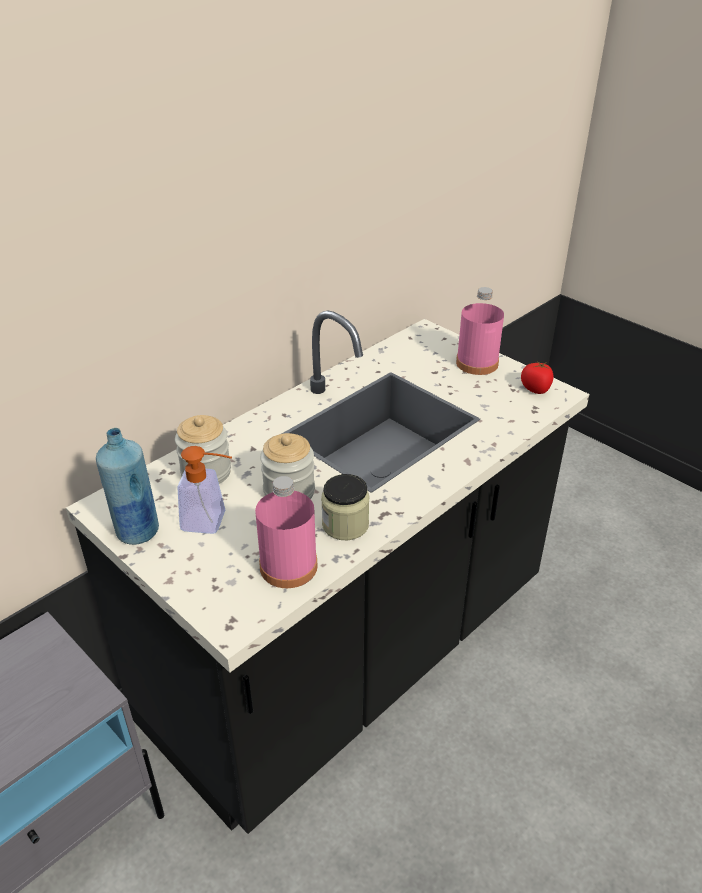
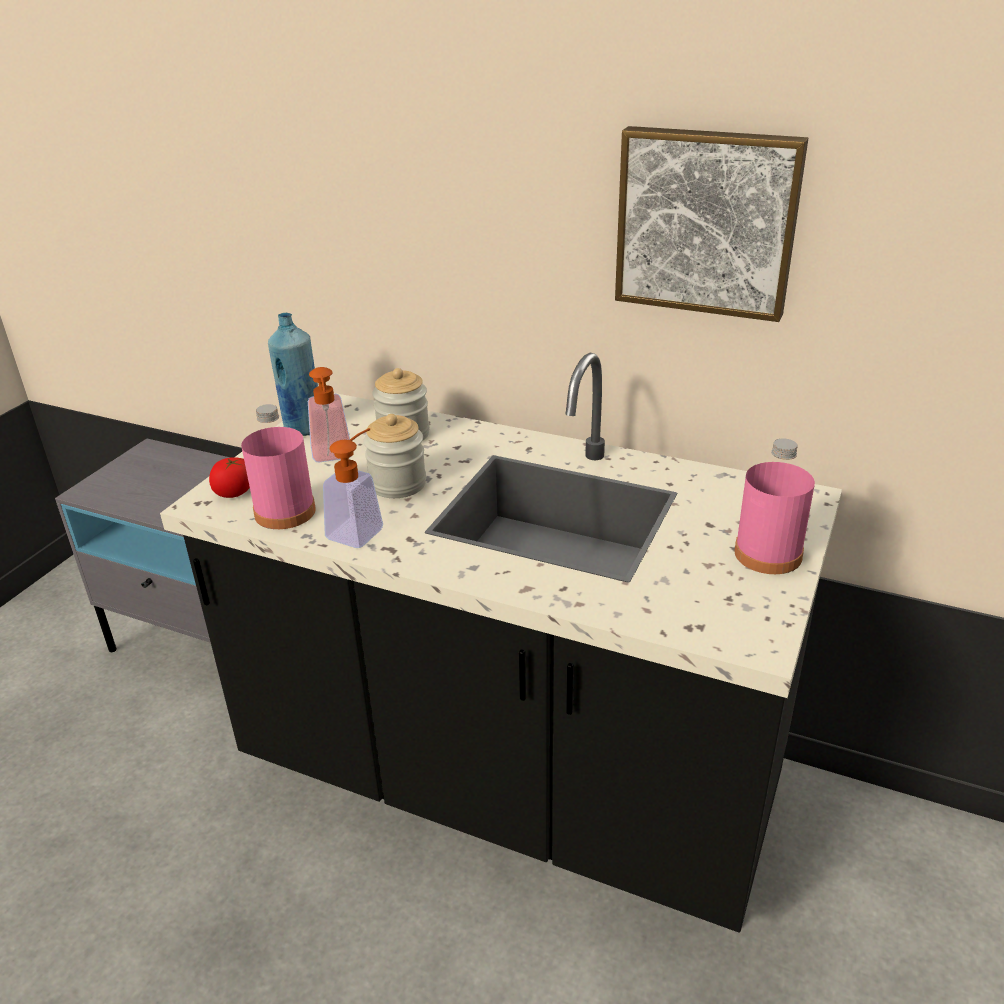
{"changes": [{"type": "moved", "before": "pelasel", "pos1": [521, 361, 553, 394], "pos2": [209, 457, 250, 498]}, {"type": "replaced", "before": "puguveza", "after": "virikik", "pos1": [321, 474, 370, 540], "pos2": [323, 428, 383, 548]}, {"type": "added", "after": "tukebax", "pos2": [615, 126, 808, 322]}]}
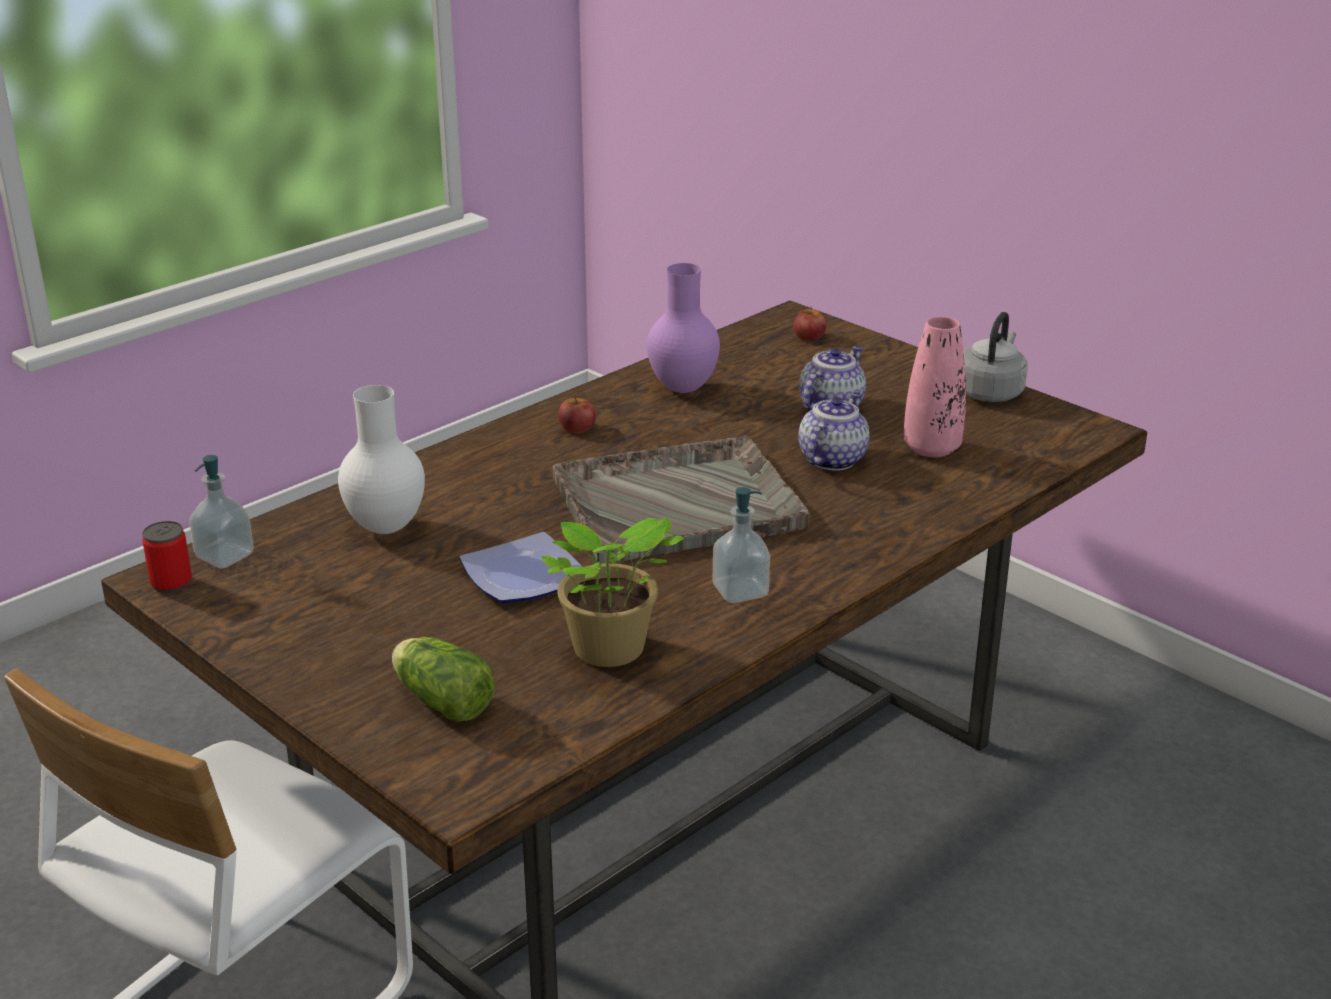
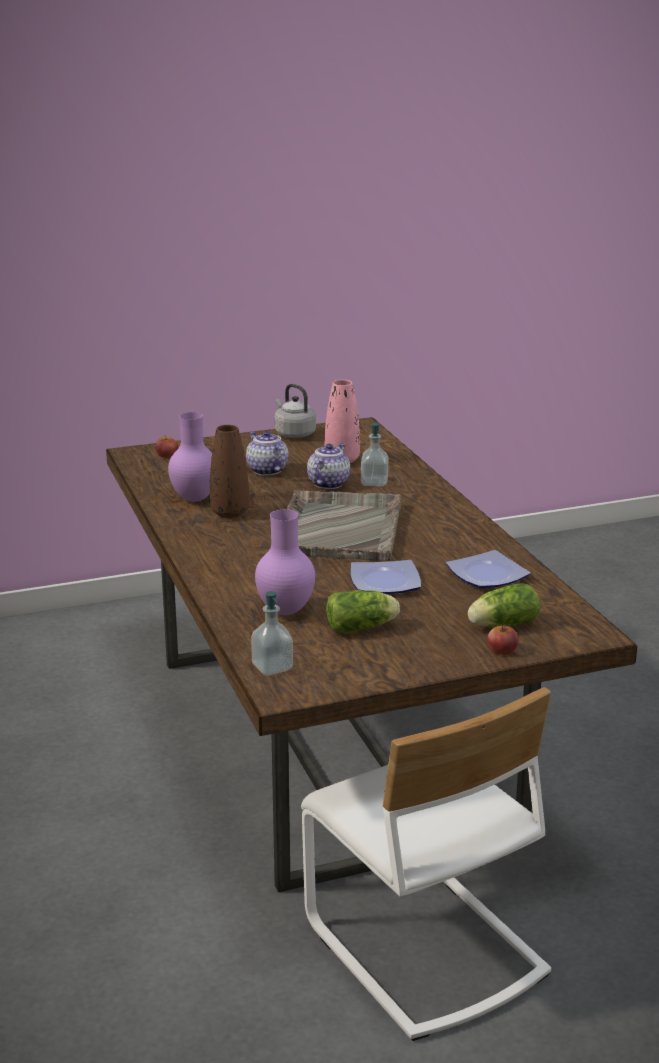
{"changes": [{"type": "added", "after": "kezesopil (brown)", "pos2": [210, 425, 249, 518]}, {"type": "recoloured", "before": "kezesopil (white)", "after": "kezesopil (purple)", "pos1": [338, 385, 425, 534], "pos2": [255, 509, 315, 615]}, {"type": "turned", "before": "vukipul", "pos1": [799, 392, 869, 471], "pos2": [307, 443, 350, 489], "turn": 60}, {"type": "added", "after": "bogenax", "pos2": [326, 590, 400, 633]}, {"type": "moved", "before": "virikik", "pos1": [713, 487, 770, 603], "pos2": [361, 423, 388, 487]}, {"type": "replaced", "before": "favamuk", "after": "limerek", "pos1": [541, 517, 684, 667], "pos2": [446, 550, 531, 588]}, {"type": "moved", "before": "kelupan", "pos1": [558, 395, 596, 433], "pos2": [487, 625, 519, 655]}, {"type": "removed", "before": "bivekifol", "pos1": [142, 521, 192, 593]}]}
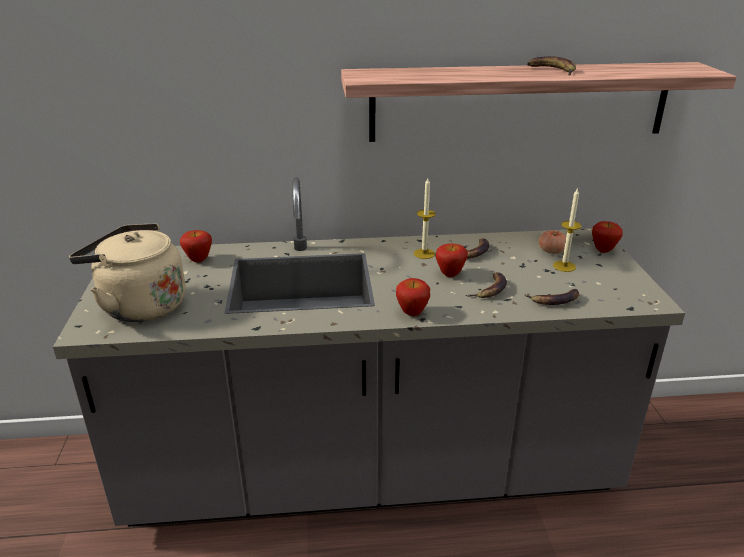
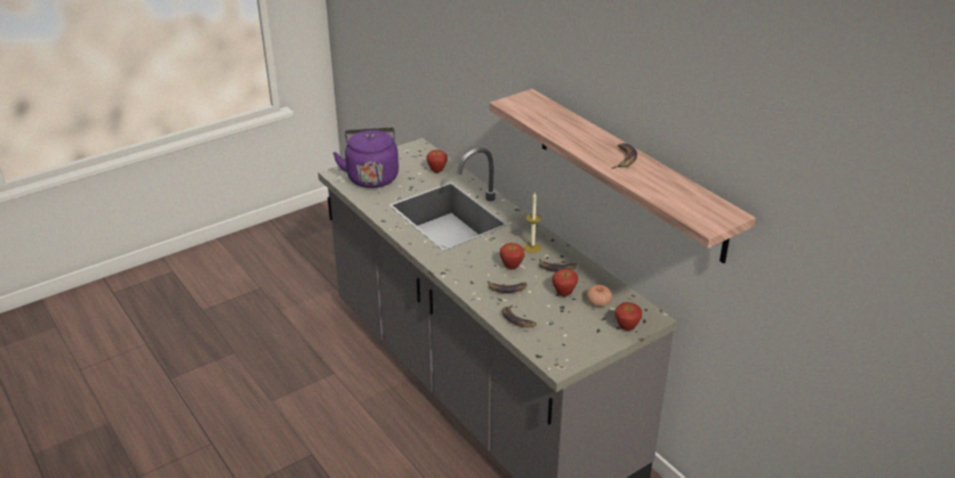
{"changes": [{"type": "recoloured", "before": "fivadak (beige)", "after": "fivadak (purple)", "pos1": [69, 223, 186, 322], "pos2": [333, 127, 399, 188]}, {"type": "moved", "before": "kelupan", "pos1": [396, 278, 430, 316], "pos2": [552, 269, 578, 297]}, {"type": "removed", "before": "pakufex", "pos1": [553, 187, 582, 272]}]}
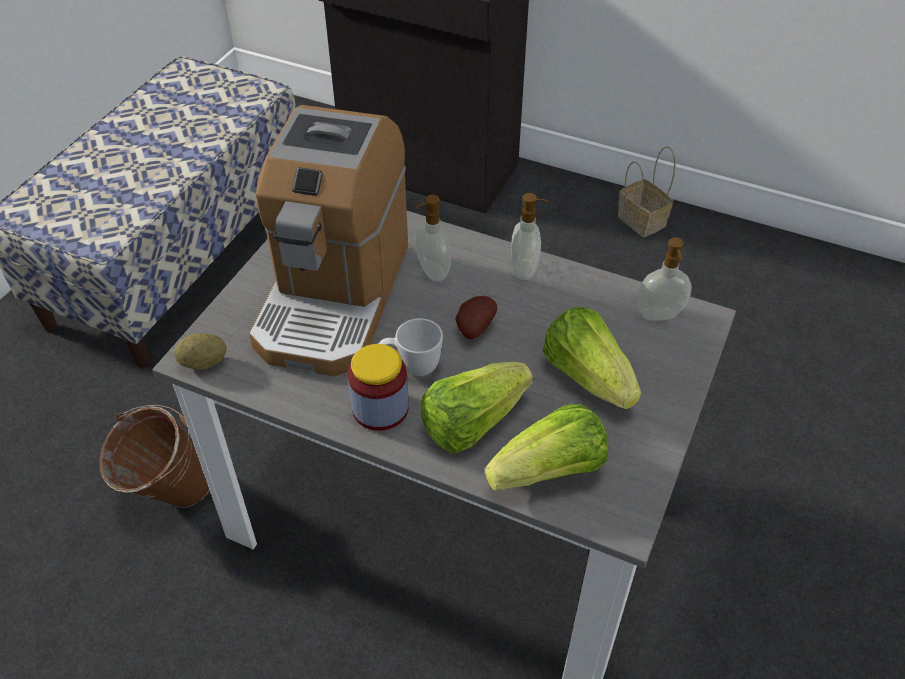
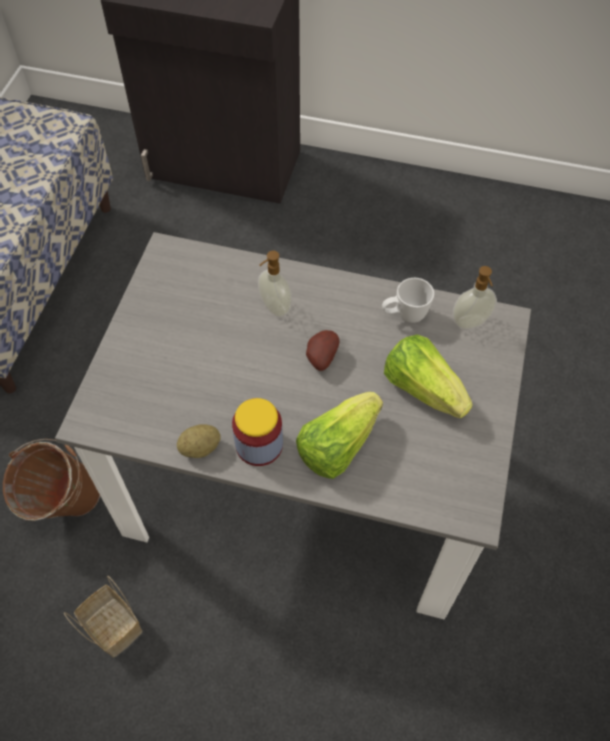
{"changes": [{"type": "moved", "before": "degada", "pos1": [618, 146, 676, 237], "pos2": [64, 575, 142, 658]}, {"type": "moved", "before": "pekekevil", "pos1": [174, 333, 227, 370], "pos2": [177, 425, 221, 458]}, {"type": "moved", "before": "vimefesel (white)", "pos1": [379, 318, 443, 376], "pos2": [382, 278, 434, 323]}, {"type": "removed", "before": "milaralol", "pos1": [249, 105, 408, 376]}, {"type": "removed", "before": "bogenax", "pos1": [485, 404, 608, 491]}, {"type": "removed", "before": "virikik", "pos1": [511, 193, 549, 280]}]}
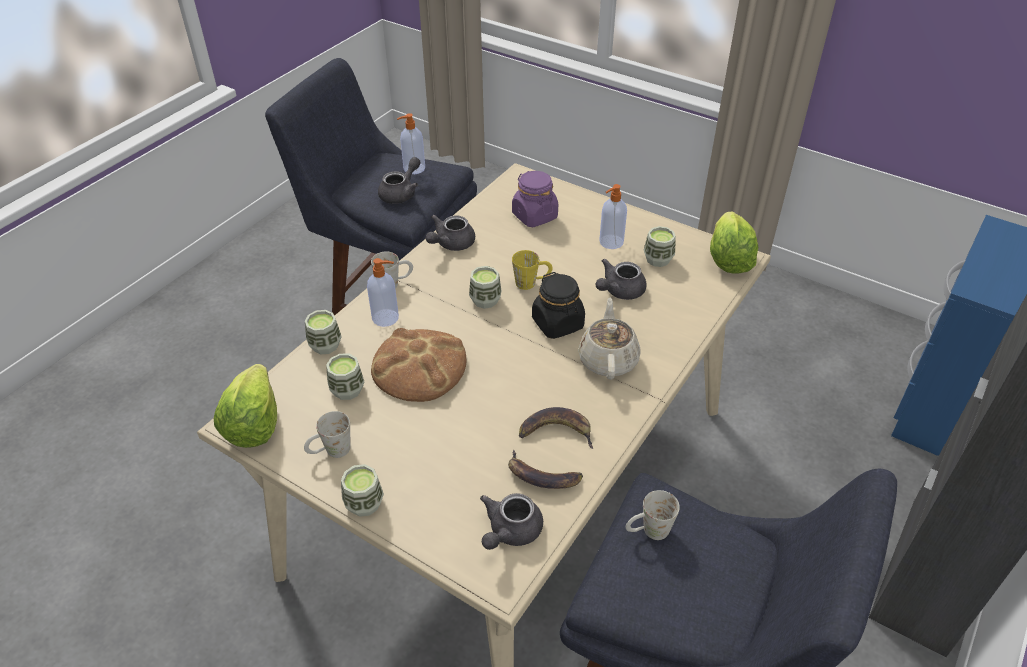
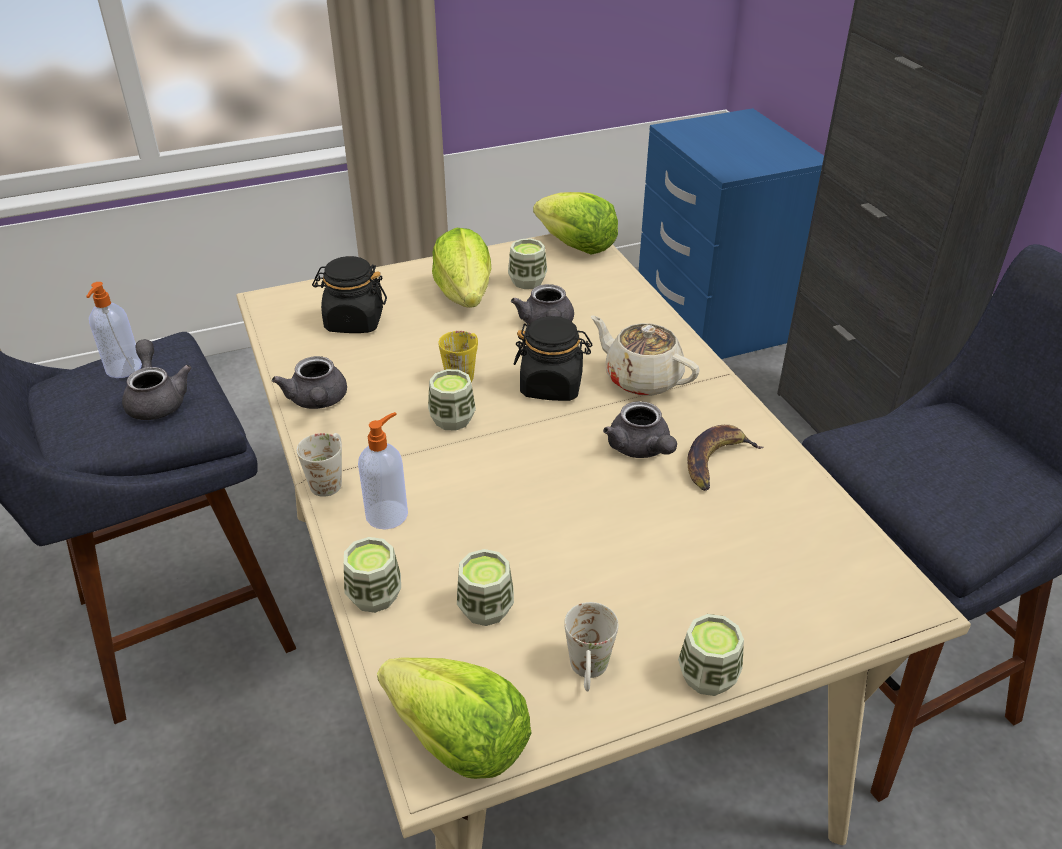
{"changes": [{"type": "recoloured", "before": "puguveza (purple)", "after": "puguveza (black)", "pos1": [512, 171, 558, 227], "pos2": [312, 256, 387, 333]}, {"type": "replaced", "before": "virikik", "after": "bogenax", "pos1": [599, 184, 627, 249], "pos2": [432, 227, 491, 307]}, {"type": "moved", "before": "vukipul (grey)", "pos1": [480, 493, 543, 550], "pos2": [603, 401, 677, 458]}, {"type": "removed", "before": "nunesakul", "pos1": [371, 328, 466, 402]}, {"type": "removed", "before": "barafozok", "pos1": [508, 449, 583, 489]}, {"type": "removed", "before": "vimefesel (white)", "pos1": [626, 490, 680, 540]}]}
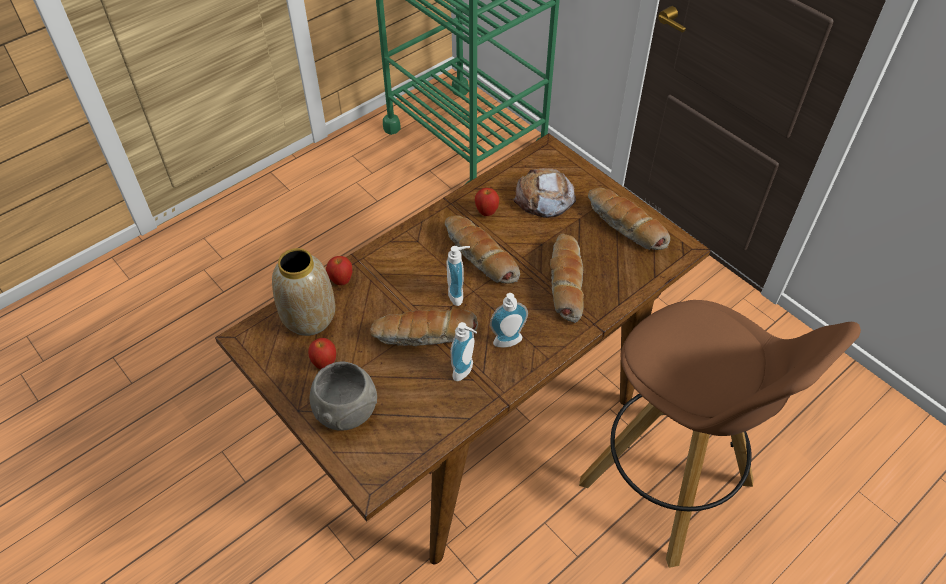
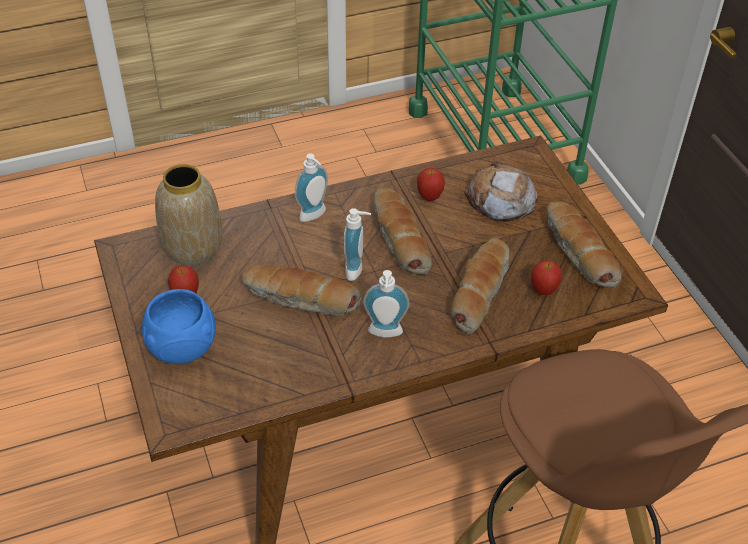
{"changes": [{"type": "recoloured", "before": "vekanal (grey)", "after": "vekanal (blue)", "pos1": [310, 362, 377, 431], "pos2": [142, 289, 216, 364]}, {"type": "moved", "before": "virikik", "pos1": [450, 322, 477, 381], "pos2": [295, 153, 328, 222]}, {"type": "moved", "before": "kelupan", "pos1": [326, 256, 352, 285], "pos2": [531, 260, 562, 295]}]}
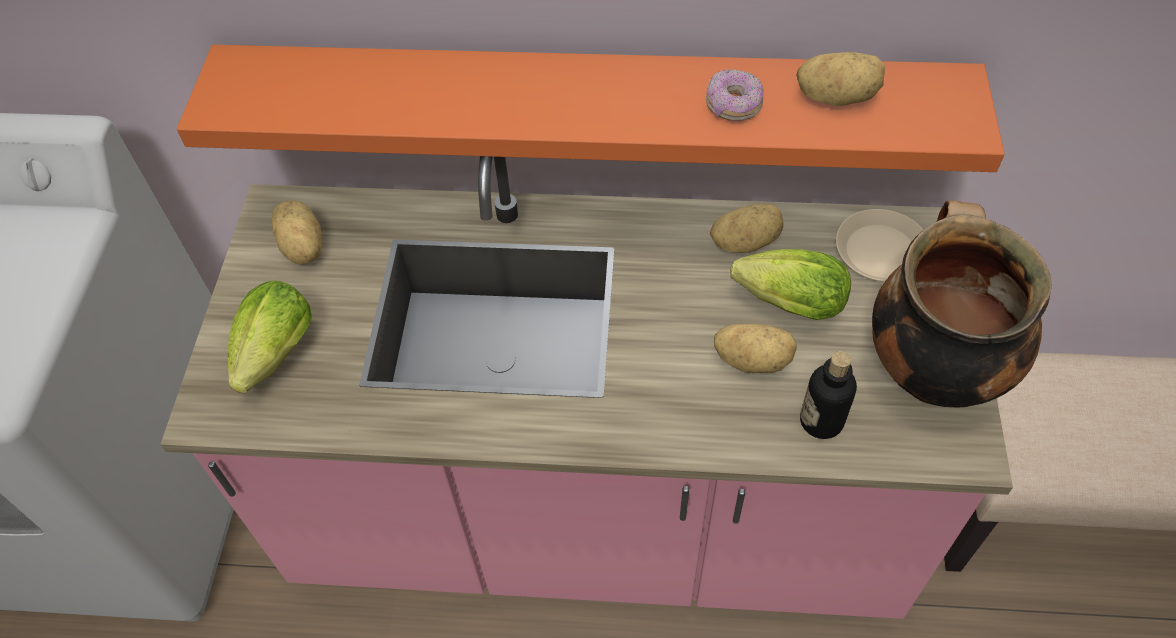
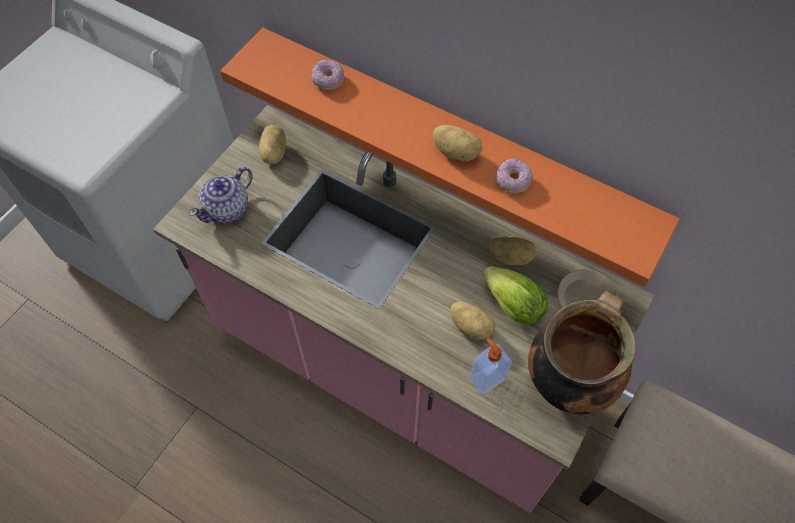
{"changes": [{"type": "replaced", "before": "bogenax", "after": "vukipul", "pos1": [228, 281, 312, 393], "pos2": [189, 167, 253, 223]}, {"type": "added", "after": "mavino", "pos2": [312, 59, 344, 90]}, {"type": "moved", "before": "pekekevil", "pos1": [796, 52, 885, 106], "pos2": [433, 125, 482, 161]}, {"type": "replaced", "before": "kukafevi", "after": "virikik", "pos1": [800, 351, 857, 439], "pos2": [470, 339, 512, 395]}]}
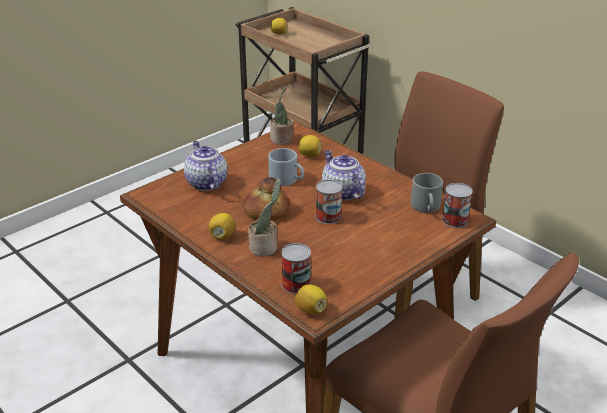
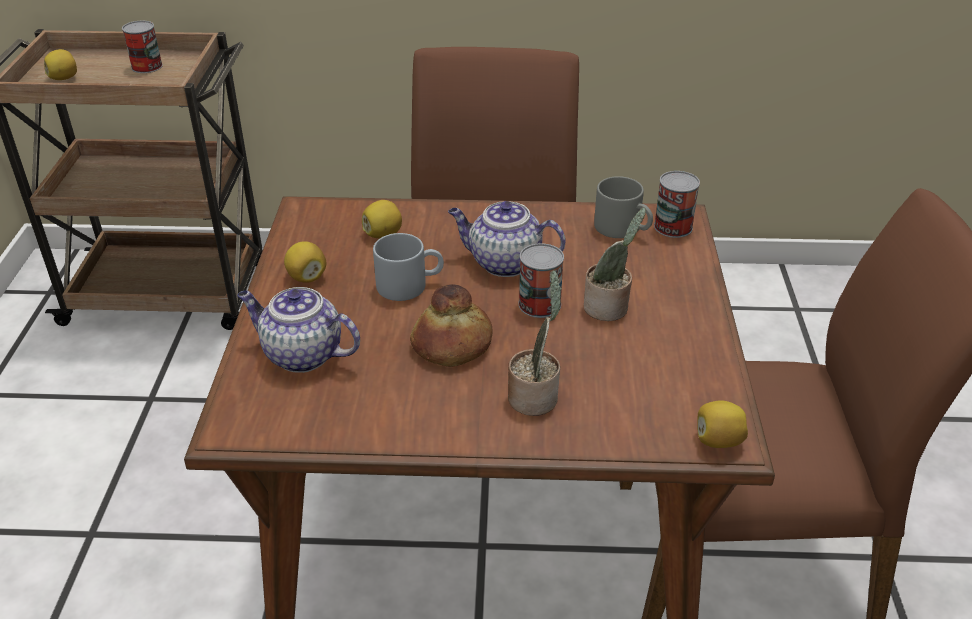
{"changes": [{"type": "moved", "before": "bivekifol", "pos1": [281, 243, 311, 294], "pos2": [122, 21, 163, 73]}, {"type": "moved", "before": "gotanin", "pos1": [208, 213, 235, 239], "pos2": [284, 241, 326, 283]}, {"type": "moved", "before": "favamuk", "pos1": [270, 86, 294, 145], "pos2": [584, 207, 646, 321]}]}
